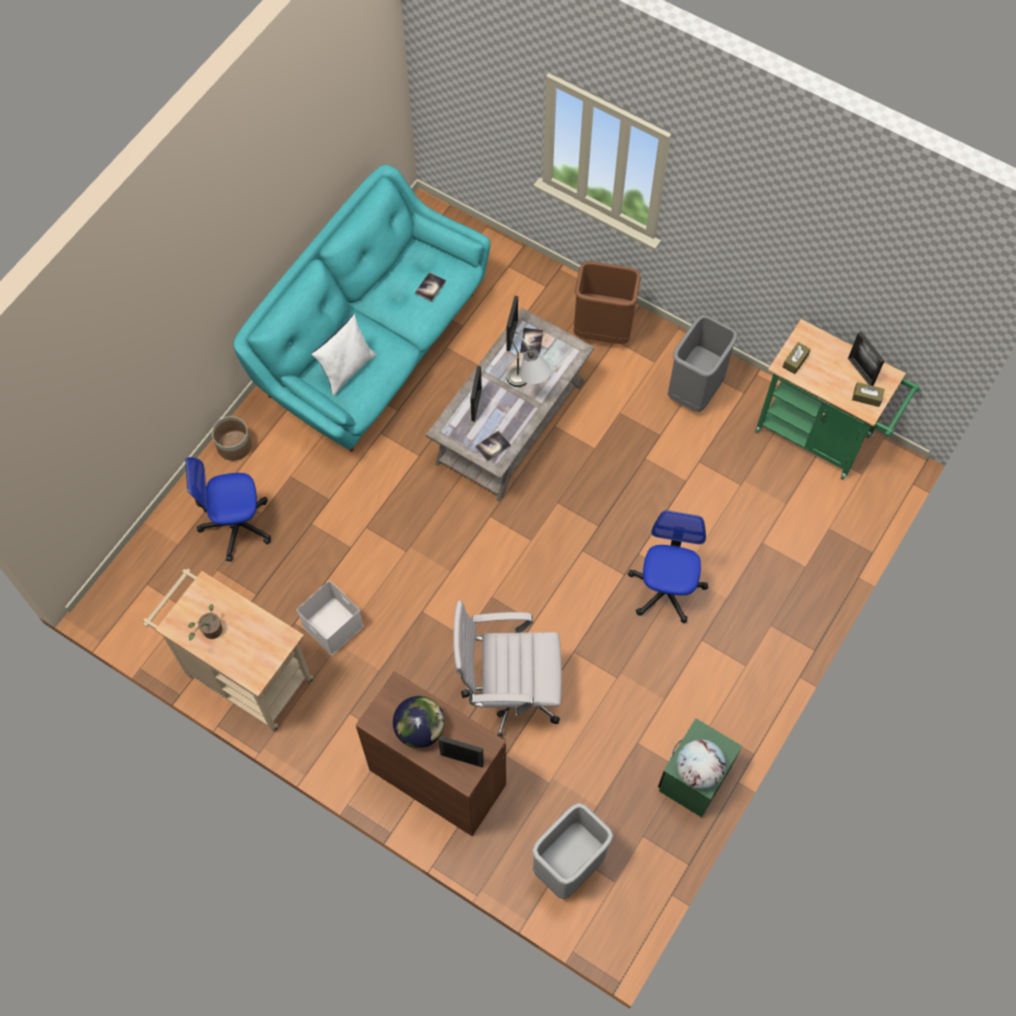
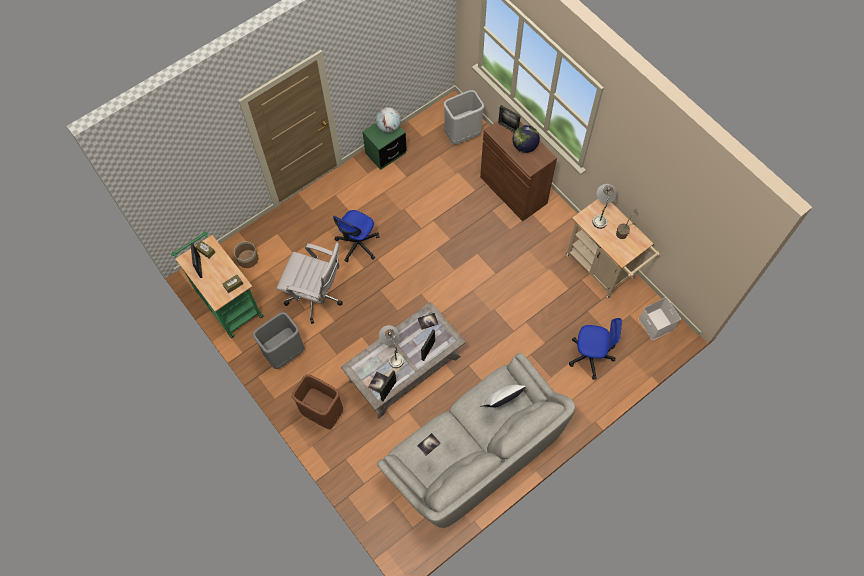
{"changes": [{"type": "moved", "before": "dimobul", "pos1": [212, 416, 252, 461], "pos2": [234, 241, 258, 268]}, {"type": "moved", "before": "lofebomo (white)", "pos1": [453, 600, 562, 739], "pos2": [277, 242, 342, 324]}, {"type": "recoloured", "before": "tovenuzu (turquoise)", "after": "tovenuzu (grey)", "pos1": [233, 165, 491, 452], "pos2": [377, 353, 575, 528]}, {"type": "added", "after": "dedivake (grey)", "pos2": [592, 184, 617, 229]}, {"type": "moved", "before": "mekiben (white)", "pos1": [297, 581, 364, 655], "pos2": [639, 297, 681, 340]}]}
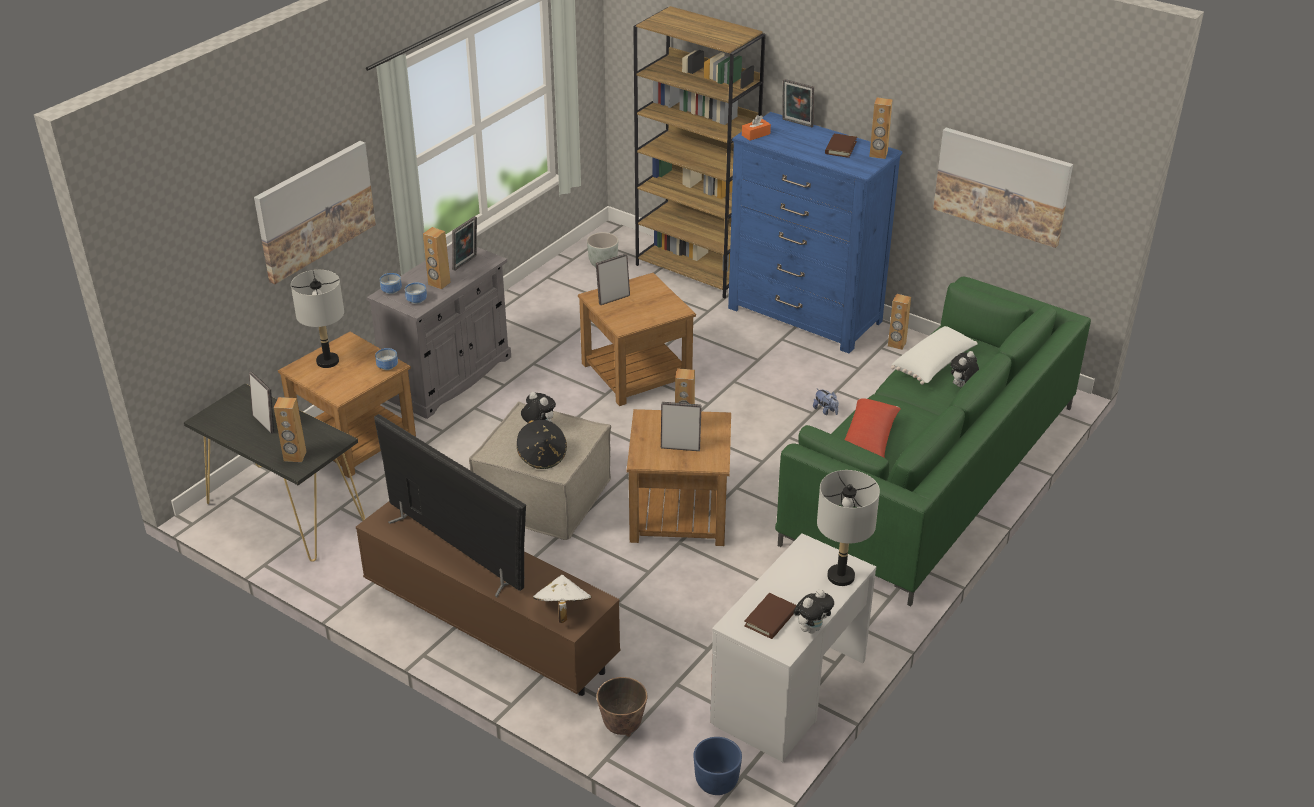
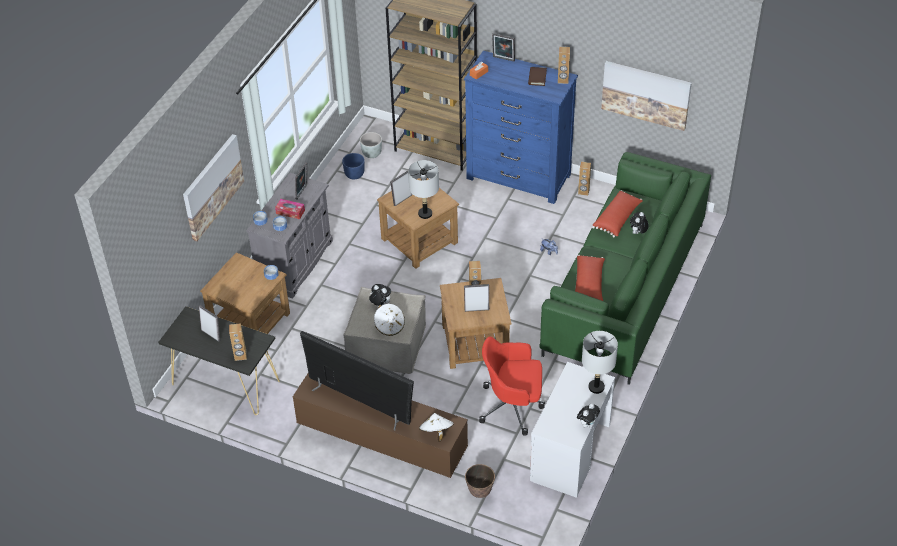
{"changes": [{"type": "replaced", "before": "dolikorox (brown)", "after": "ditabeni", "pos1": [423, 227, 451, 289], "pos2": [275, 199, 305, 219]}, {"type": "moved", "before": "dimobul (blue)", "pos1": [693, 737, 742, 795], "pos2": [342, 153, 365, 179]}, {"type": "recoloured", "before": "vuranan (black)", "after": "vuranan (white)", "pos1": [517, 420, 567, 469], "pos2": [374, 304, 405, 336]}, {"type": "moved", "before": "dedivake (grey)", "pos1": [291, 270, 344, 368], "pos2": [408, 160, 439, 219]}, {"type": "added", "after": "lofebomo (red)", "pos2": [479, 336, 545, 436]}, {"type": "recoloured", "before": "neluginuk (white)", "after": "neluginuk (red)", "pos1": [891, 326, 978, 385], "pos2": [592, 190, 643, 238]}, {"type": "removed", "before": "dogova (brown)", "pos1": [744, 593, 797, 639]}]}
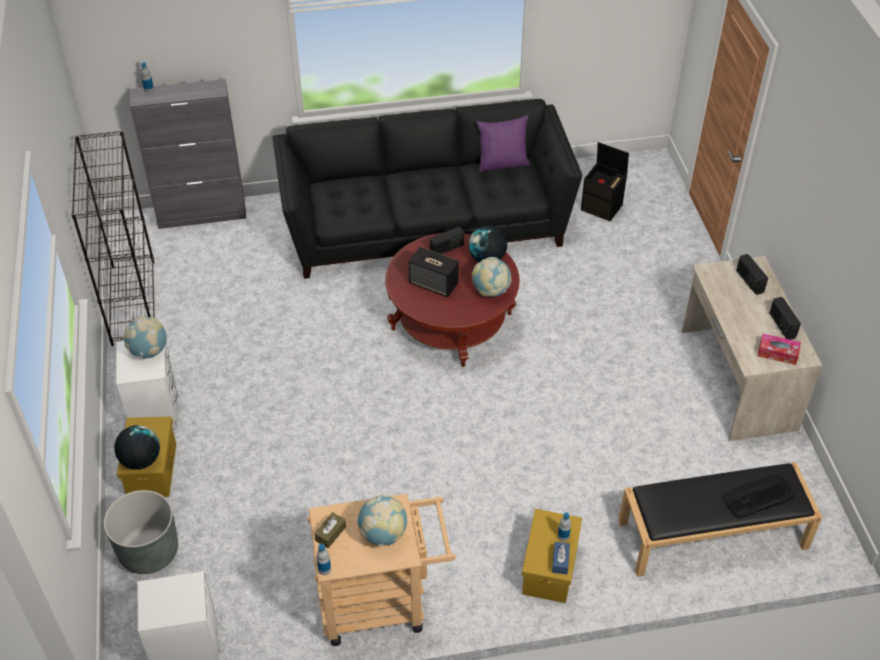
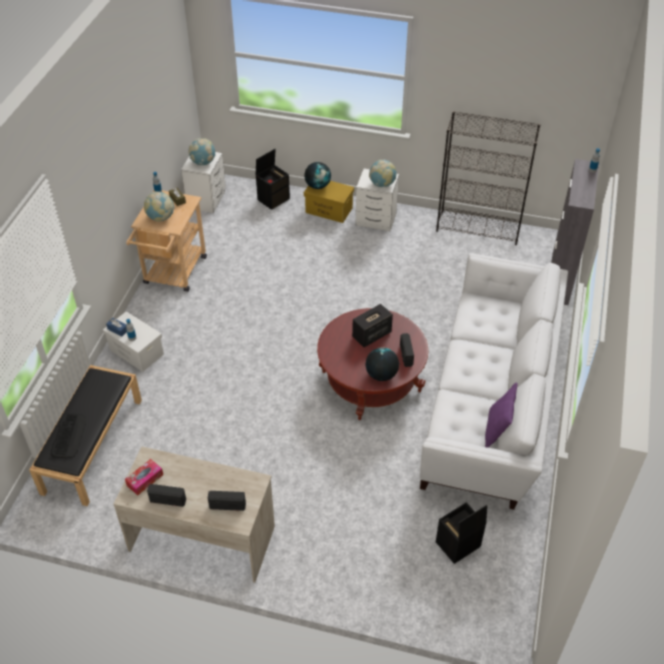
{"changes": [{"type": "recoloured", "before": "mekiben (yellow)", "after": "mekiben (white)", "pos1": [522, 509, 582, 603], "pos2": [103, 311, 164, 372]}, {"type": "moved", "before": "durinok", "pos1": [472, 257, 512, 297], "pos2": [188, 138, 216, 165]}, {"type": "replaced", "before": "dimobul (grey)", "after": "mekiben (black)", "pos1": [104, 490, 178, 574], "pos2": [256, 149, 290, 210]}, {"type": "recoloured", "before": "tovenuzu (black)", "after": "tovenuzu (white)", "pos1": [273, 99, 582, 279], "pos2": [420, 253, 568, 510]}]}
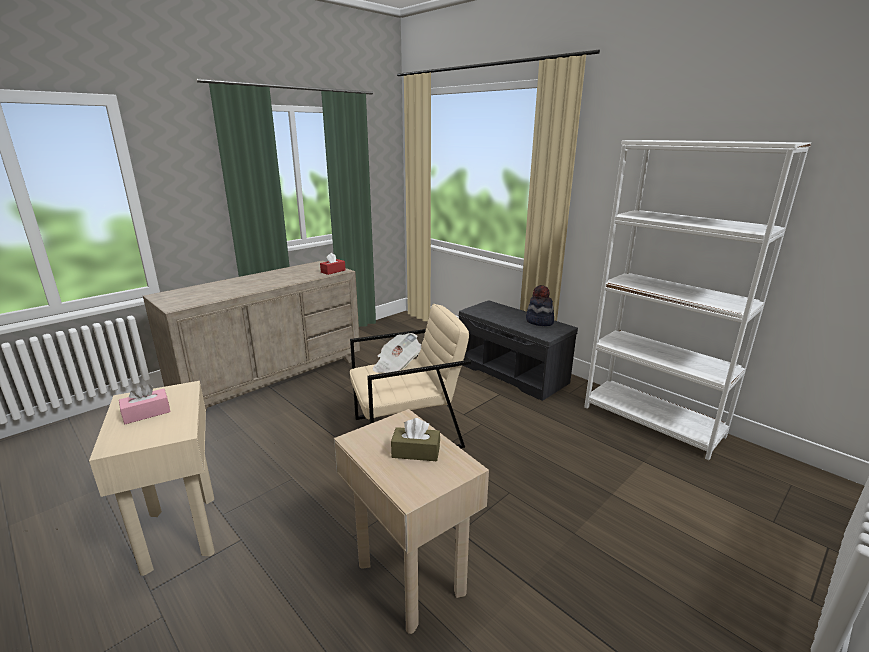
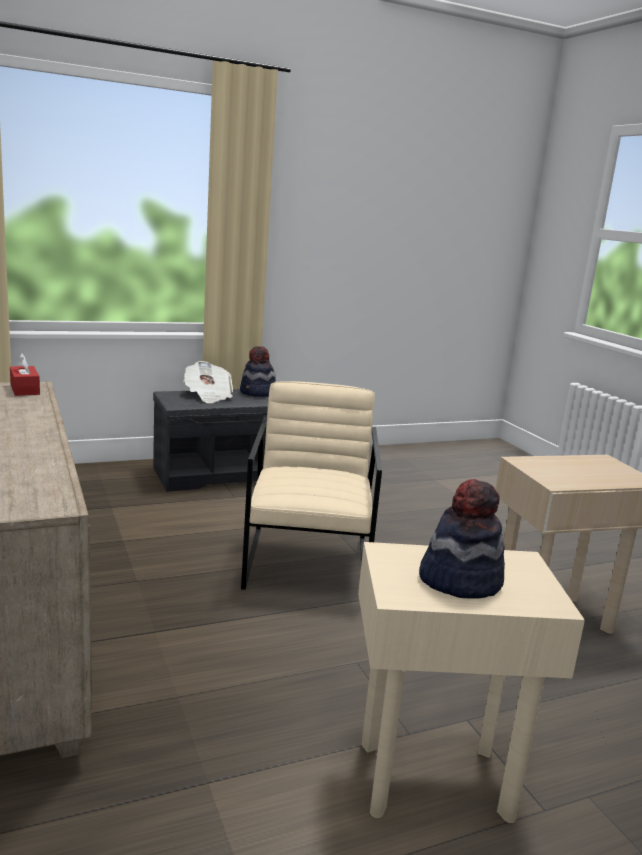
{"changes": [{"type": "moved", "before": "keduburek", "pos1": [372, 333, 421, 373], "pos2": [183, 361, 233, 403]}, {"type": "replaced", "before": "ditabeni (pink)", "after": "vuranan", "pos1": [119, 384, 171, 424], "pos2": [419, 479, 505, 599]}, {"type": "removed", "before": "ditabeni (brown)", "pos1": [391, 418, 440, 461]}, {"type": "removed", "before": "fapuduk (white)", "pos1": [584, 140, 811, 460]}]}
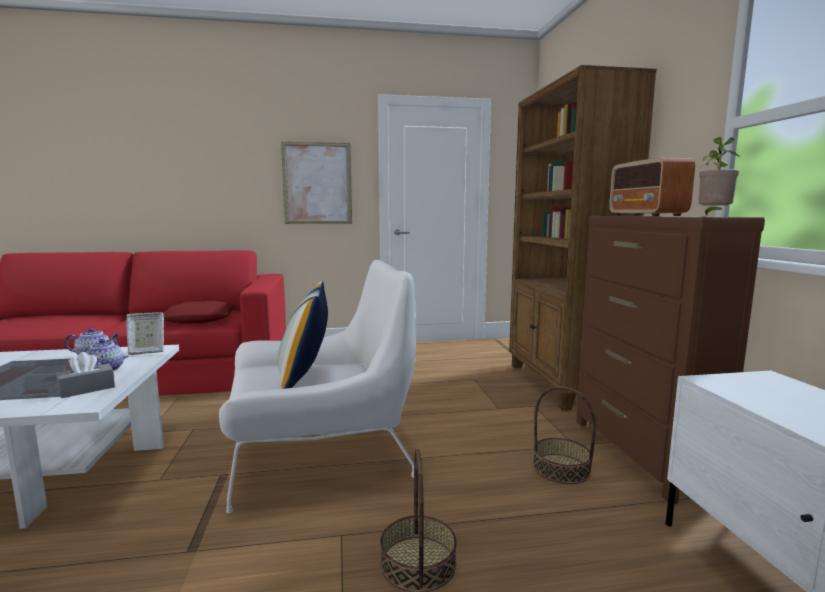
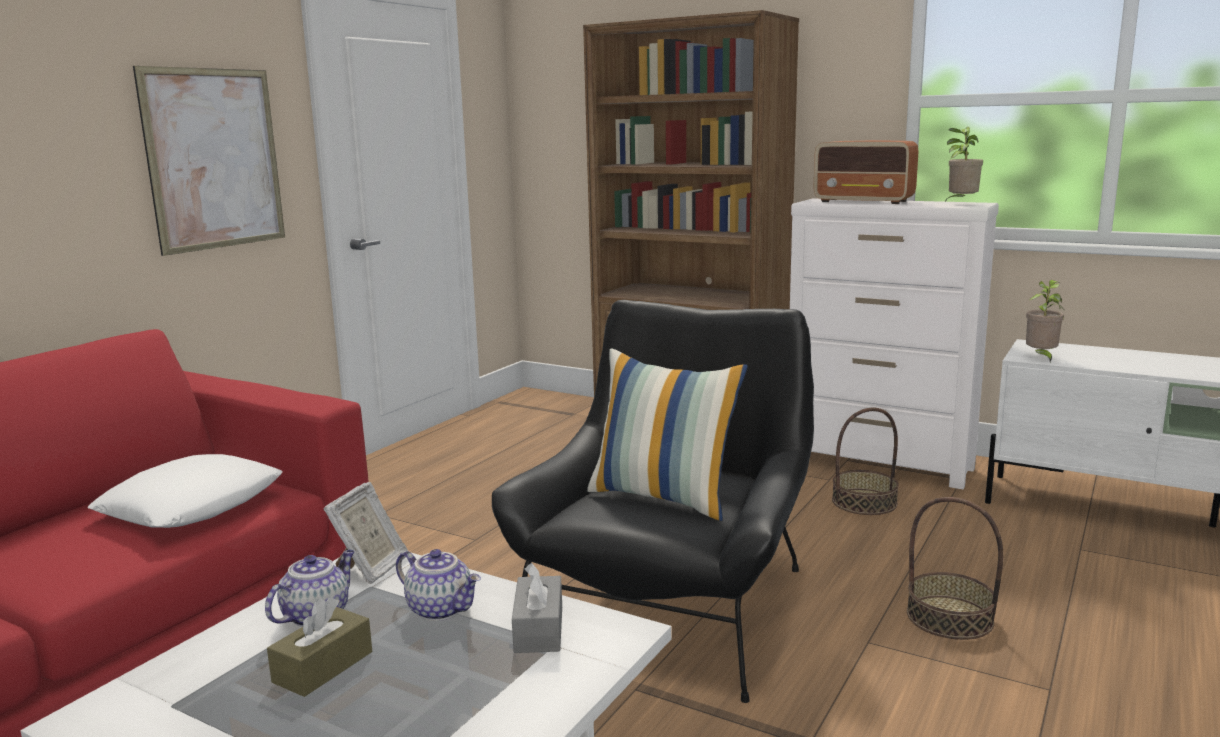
{"changes": [{"type": "recoloured", "before": "neluginuk (red)", "after": "neluginuk (white)", "pos1": [163, 301, 237, 324], "pos2": [88, 454, 282, 528]}, {"type": "added", "after": "ditabeni (brown)", "pos2": [267, 597, 372, 697]}, {"type": "recoloured", "before": "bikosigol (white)", "after": "bikosigol (black)", "pos1": [219, 260, 416, 513], "pos2": [492, 300, 814, 703]}, {"type": "recoloured", "before": "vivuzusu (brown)", "after": "vivuzusu (white)", "pos1": [576, 216, 765, 504], "pos2": [790, 198, 999, 489]}, {"type": "added", "after": "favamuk", "pos2": [1026, 280, 1066, 362]}]}
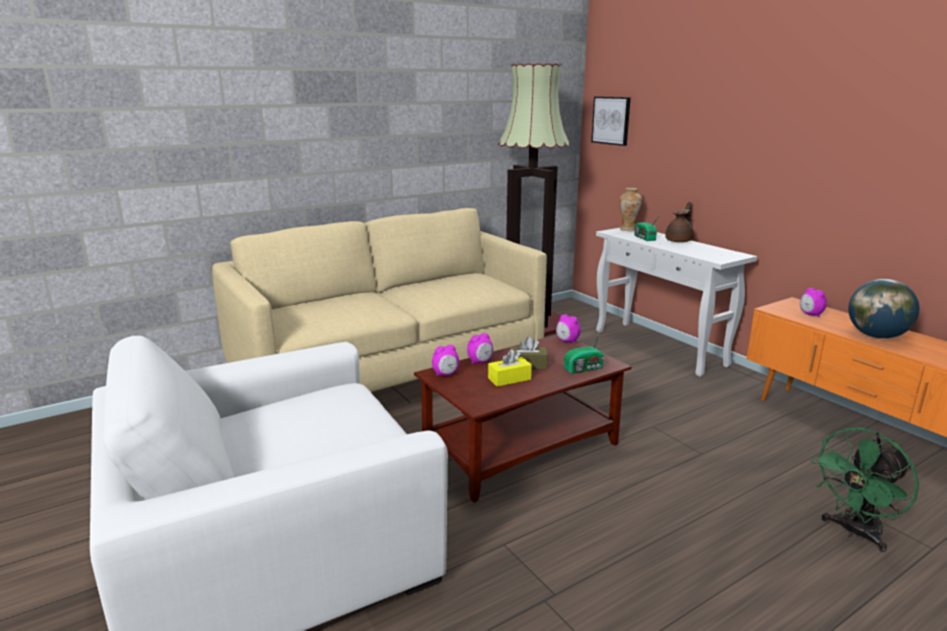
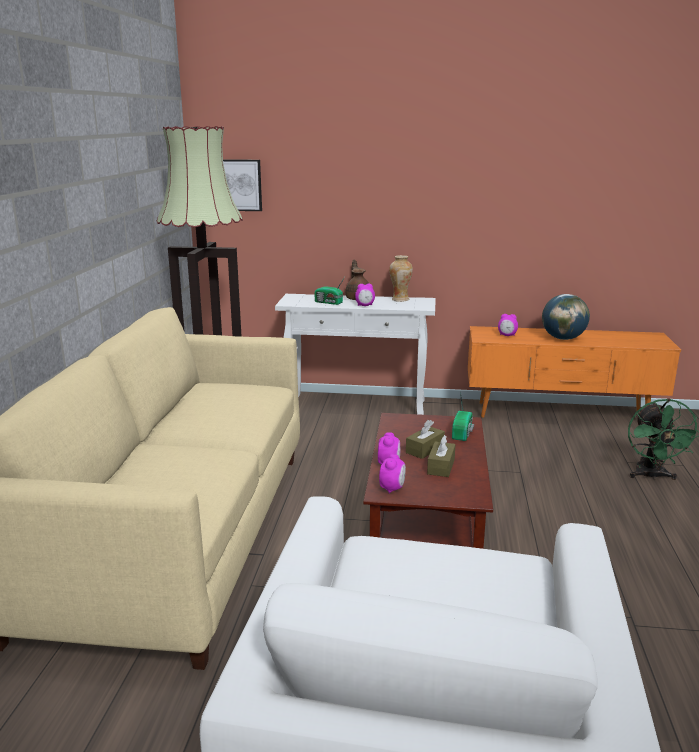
{"changes": [{"type": "moved", "before": "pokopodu", "pos1": [556, 314, 581, 343], "pos2": [355, 283, 375, 306]}, {"type": "moved", "before": "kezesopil", "pos1": [619, 188, 642, 231], "pos2": [389, 255, 413, 302]}, {"type": "recoloured", "before": "ditabeni (yellow)", "after": "ditabeni (brown)", "pos1": [488, 349, 532, 387], "pos2": [427, 435, 456, 477]}]}
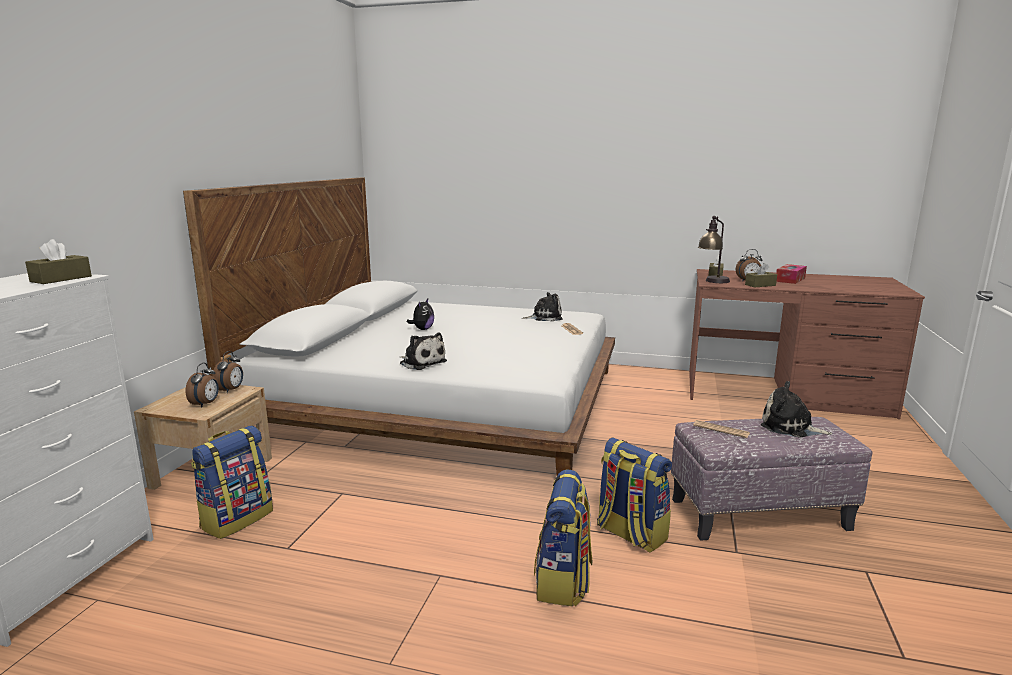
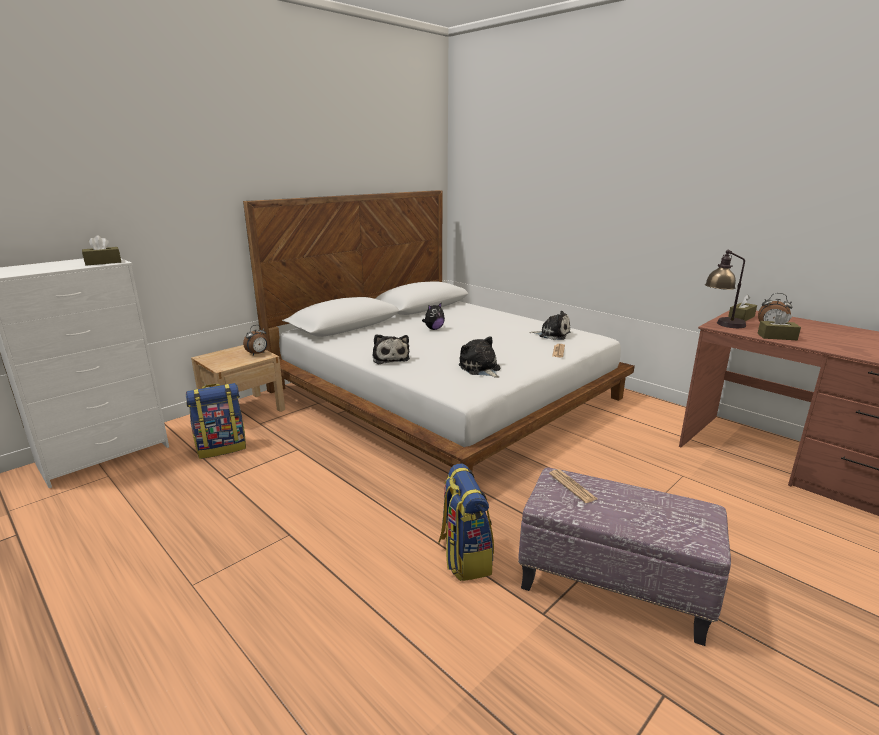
{"changes": [{"type": "moved", "before": "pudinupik", "pos1": [761, 381, 833, 438], "pos2": [459, 336, 500, 378]}, {"type": "removed", "before": "pokopodu", "pos1": [185, 363, 219, 408]}, {"type": "removed", "before": "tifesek", "pos1": [534, 469, 592, 607]}, {"type": "removed", "before": "ditabeni", "pos1": [776, 264, 807, 284]}]}
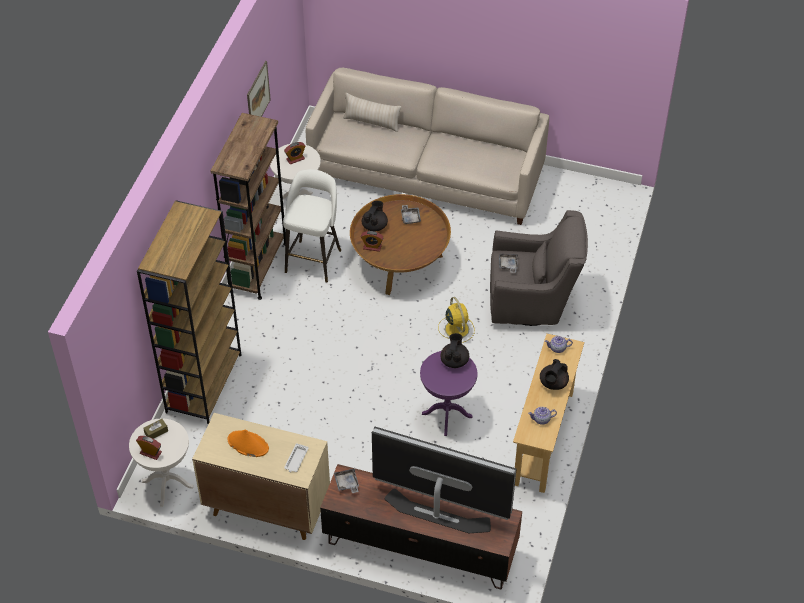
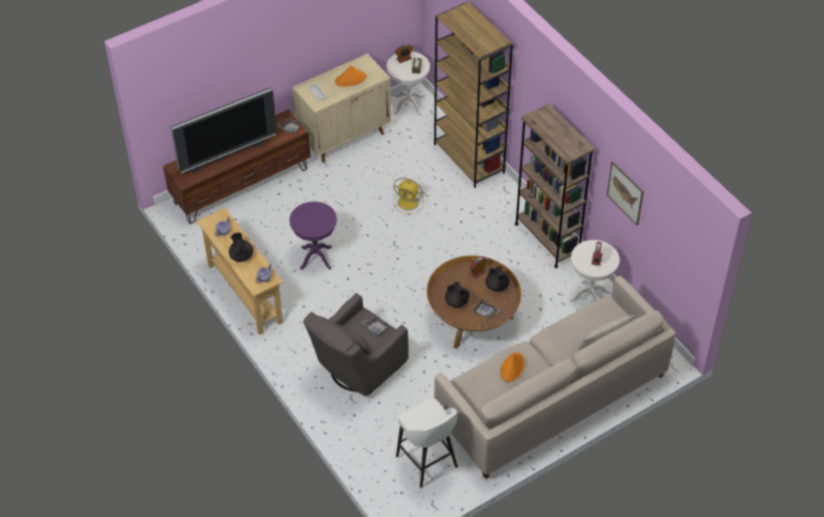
{"changes": [{"type": "moved", "before": "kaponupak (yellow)", "pos1": [438, 297, 475, 343], "pos2": [393, 178, 424, 214]}, {"type": "moved", "before": "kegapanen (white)", "pos1": [283, 169, 341, 282], "pos2": [396, 398, 458, 488]}, {"type": "moved", "before": "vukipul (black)", "pos1": [441, 333, 469, 368], "pos2": [445, 282, 470, 307]}, {"type": "added", "after": "vuranan (orange)", "pos2": [500, 352, 525, 382]}]}
